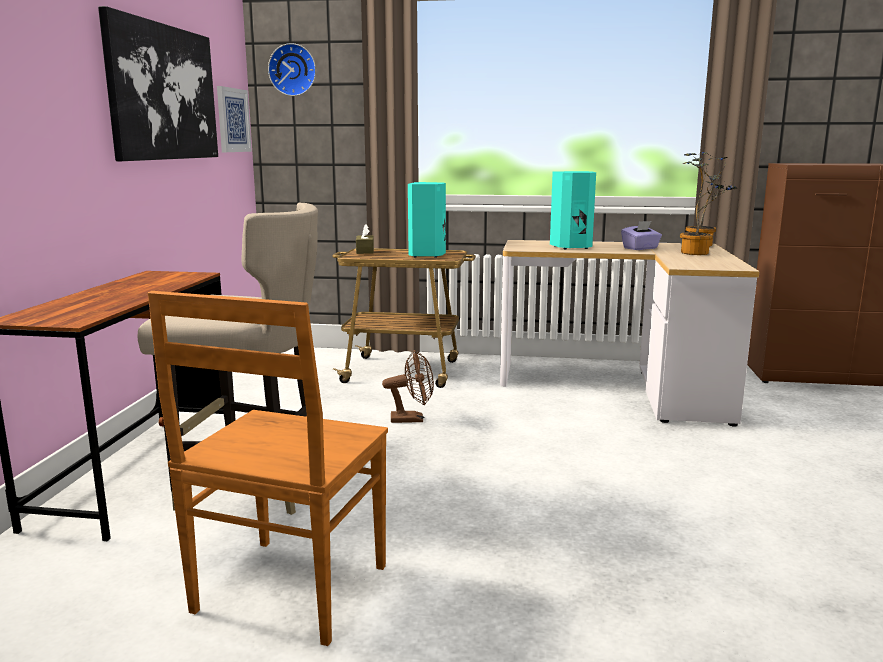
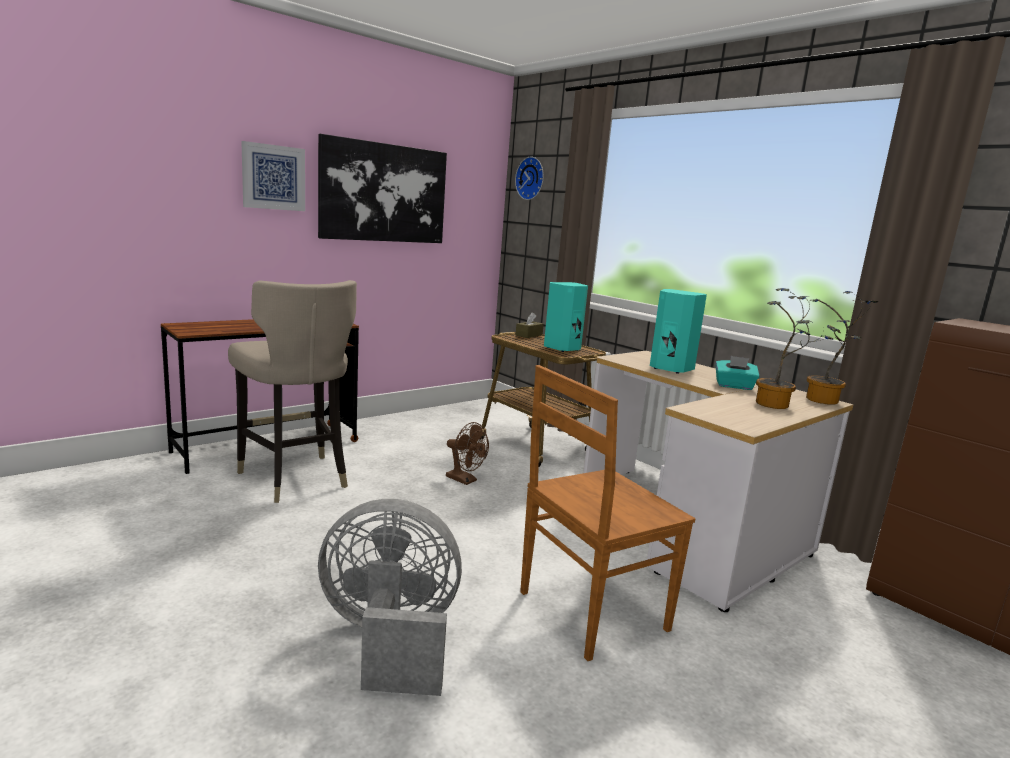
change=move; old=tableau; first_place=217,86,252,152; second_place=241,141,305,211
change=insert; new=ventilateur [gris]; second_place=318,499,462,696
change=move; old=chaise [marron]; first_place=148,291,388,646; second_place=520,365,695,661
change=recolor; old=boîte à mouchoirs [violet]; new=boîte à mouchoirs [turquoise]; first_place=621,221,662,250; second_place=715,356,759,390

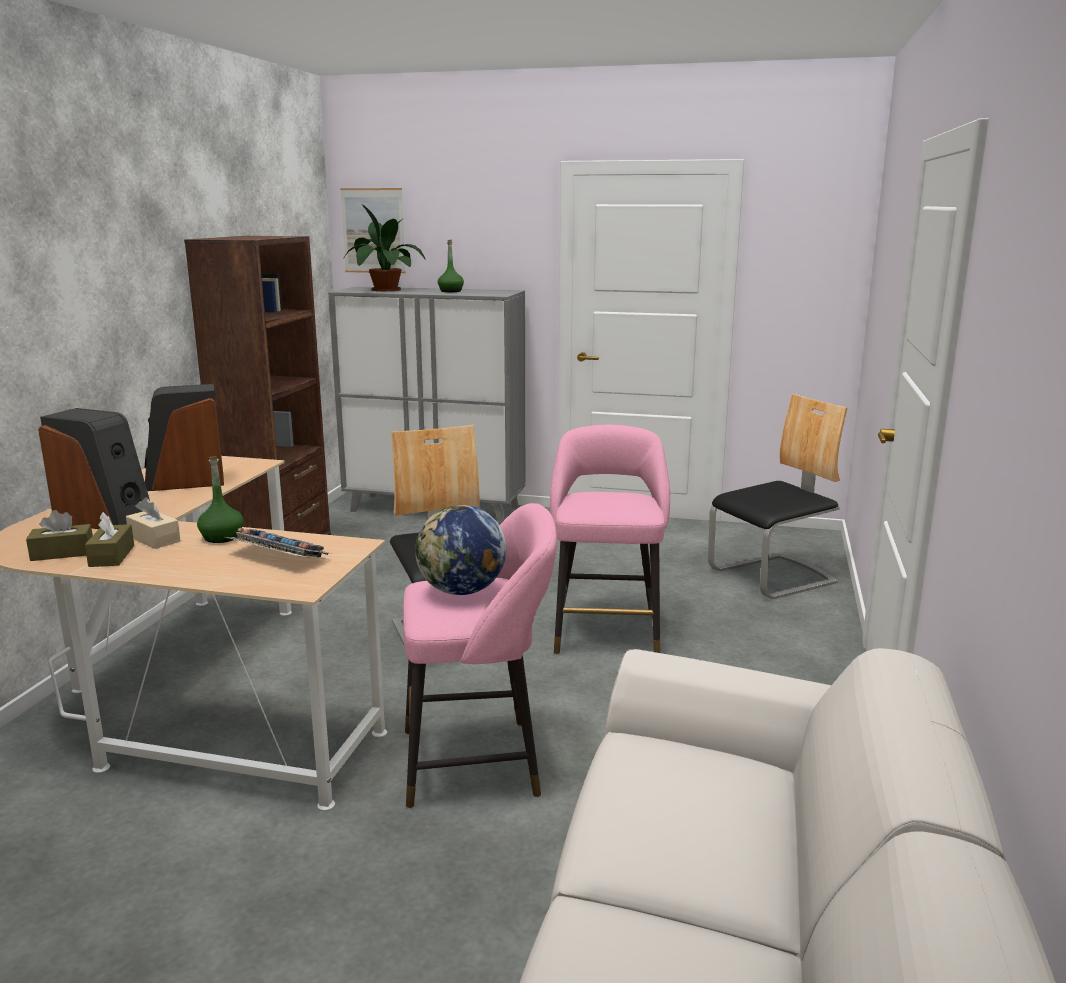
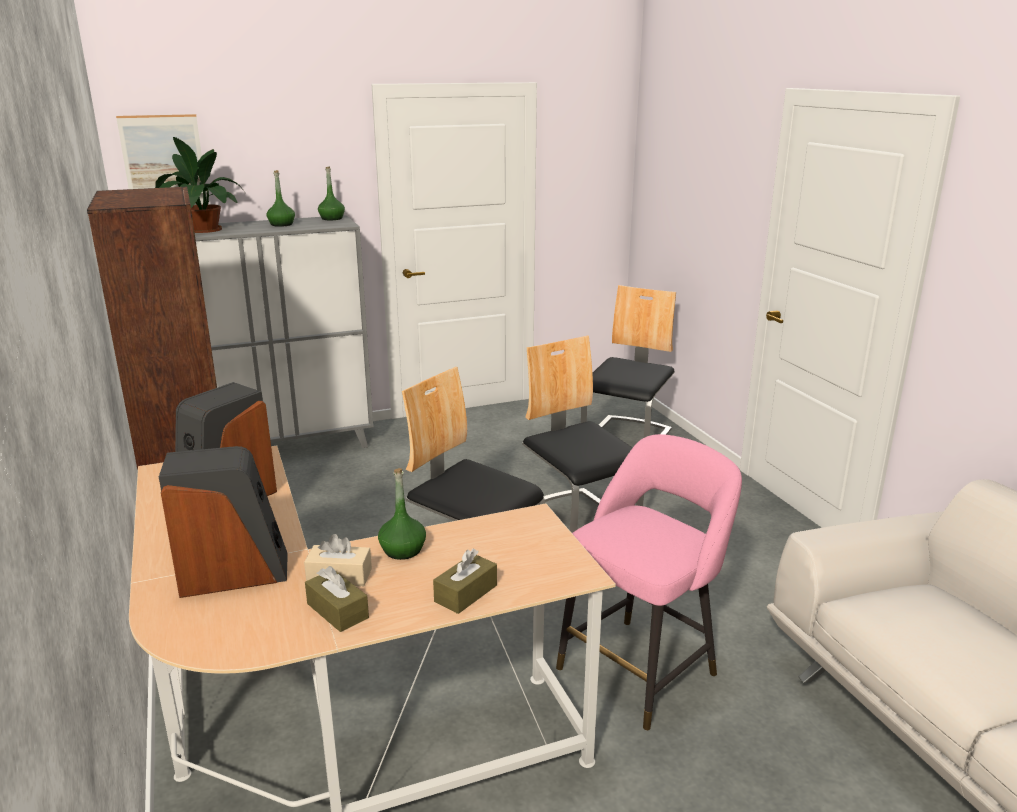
change=insert; new=bouteille [vert]; second_place=318,167,345,220
change=move; old=boîte à mouchoirs [marron]; first_place=26,510,93,561; second_place=433,549,497,614
change=replace; old=tabouret [rose]; new=chaise; first_place=550,425,670,654; second_place=522,336,644,533
change=delete; old=clavier; first_place=226,528,331,560
change=delete; old=globe; first_place=415,505,506,595

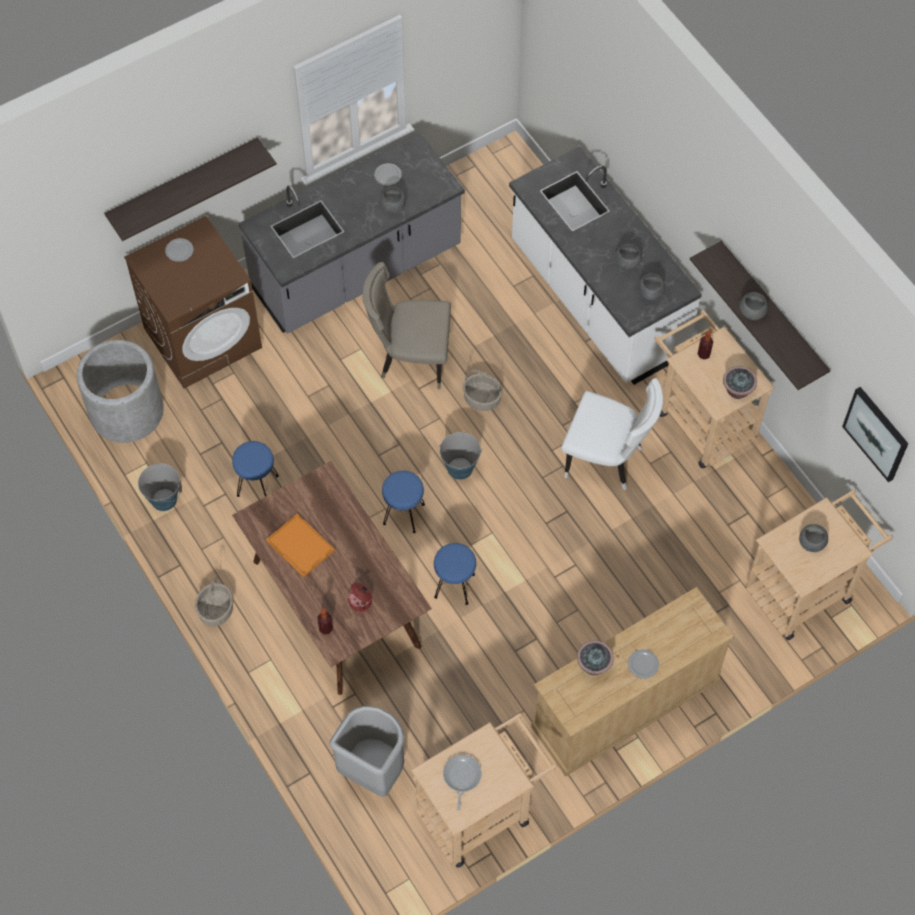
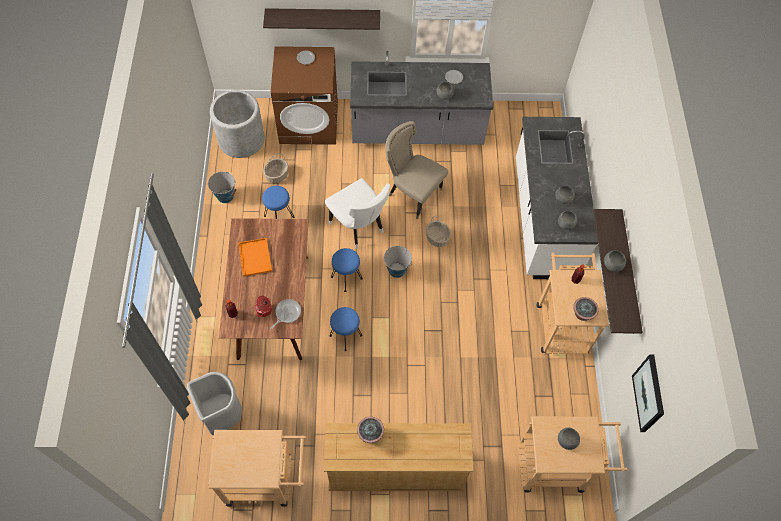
change=move; old=panier; first_place=195,577,233,626; second_place=263,153,288,183
change=move; old=poêle; first_place=443,755,482,811; second_place=270,299,301,330
change=move; old=chaise [blanc]; first_place=561,378,663,490; second_place=325,178,390,249
change=delete; old=assiette; first_place=628,649,659,679

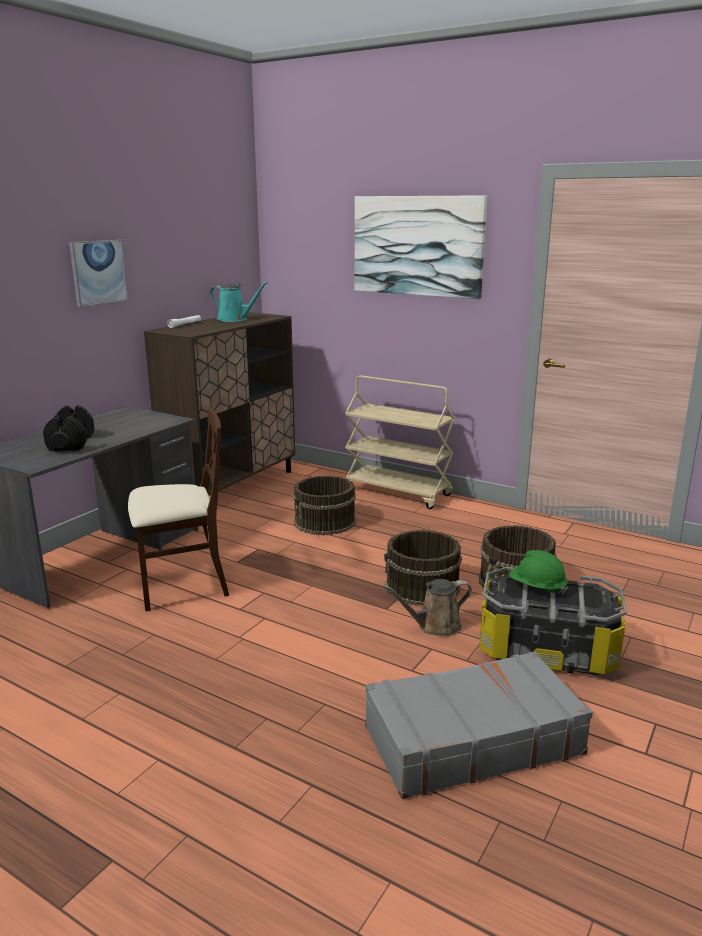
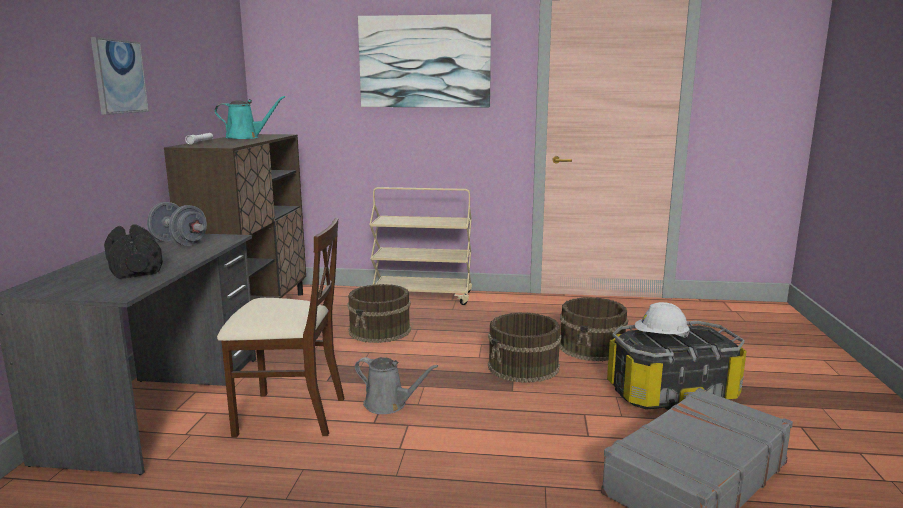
change=insert; new=haltère [gris]; second_place=147,202,207,246
change=rotate; old=chaise [beige]; first_place=128,408,229,611; second_place=217,218,345,438; degrees=45
change=insert; new=arrosoir [gris]; second_place=355,357,438,414
change=recolor; old=casque de chantier [vert]; new=casque de chantier [blanc]; first_place=509,550,568,595; second_place=635,302,690,338
change=delete; old=arrosoir [marron]; first_place=383,579,472,636

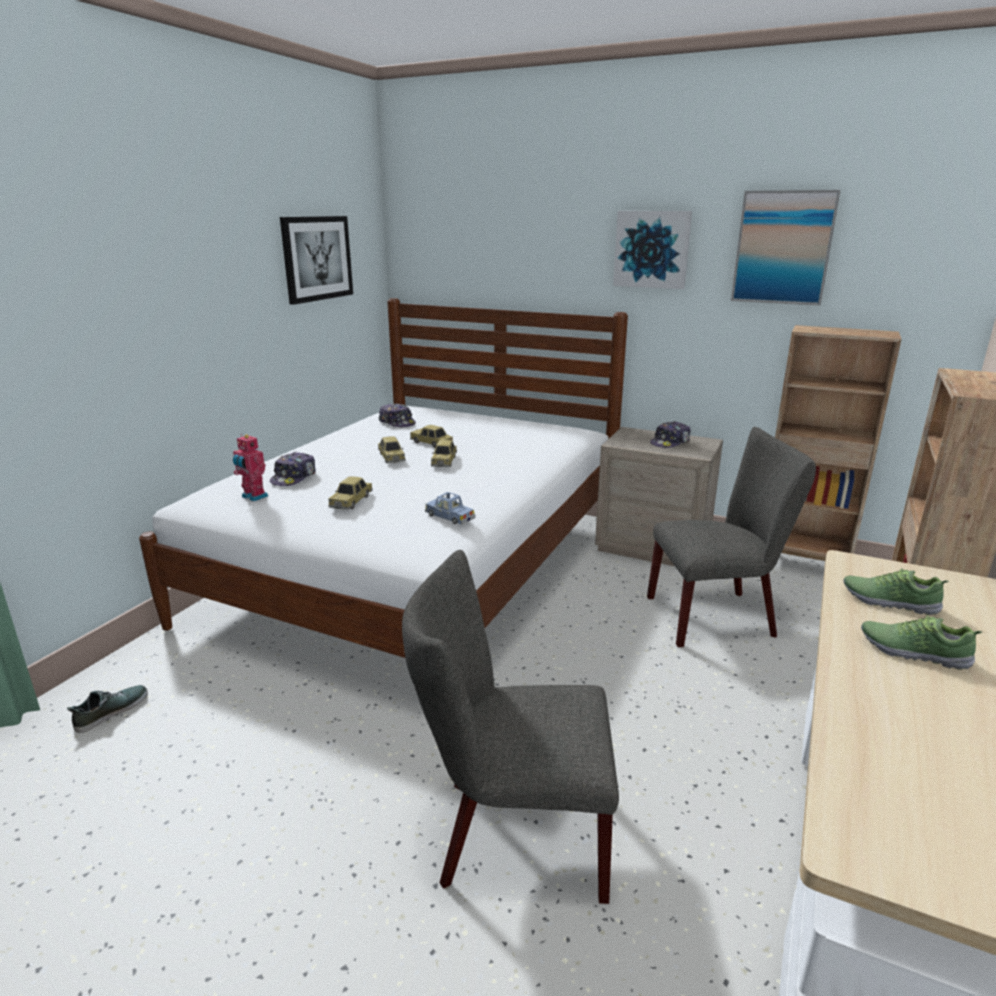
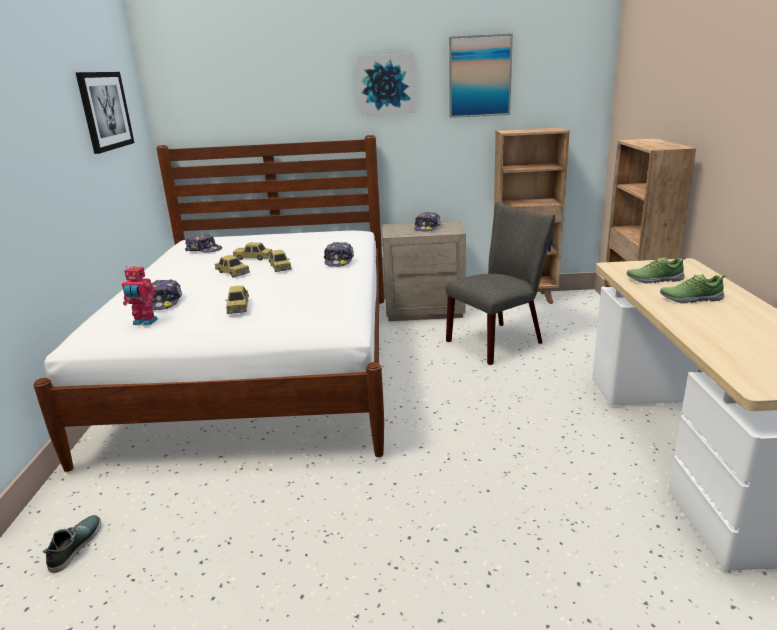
change=insert; new=casquette; second_place=324,242,354,267
change=delete; old=chaise [gris]; first_place=402,550,619,904
change=delete; old=petite voiture [bleu]; first_place=425,492,476,525

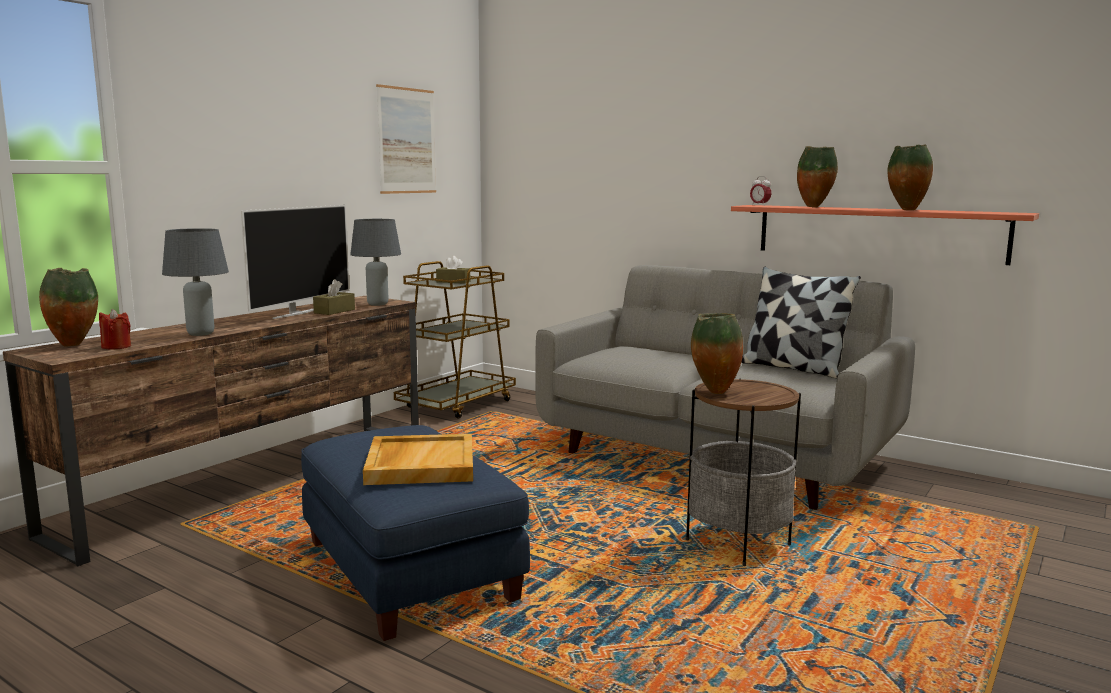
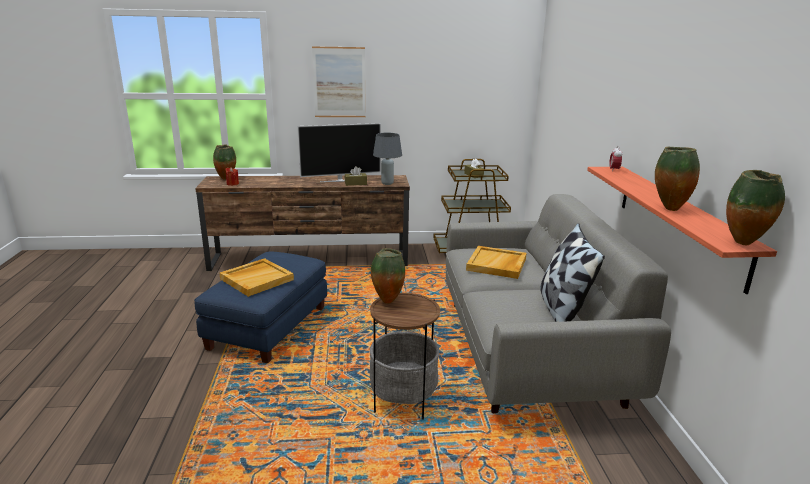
change=move; old=tableau; first_place=376,84,436,194; second_place=312,46,366,117
change=insert; new=plateau [beige]; second_place=466,246,527,279
change=move; old=vase; first_place=797,146,838,208; second_place=726,170,785,245
change=delete; old=lampe de table [gris]; first_place=162,228,229,336

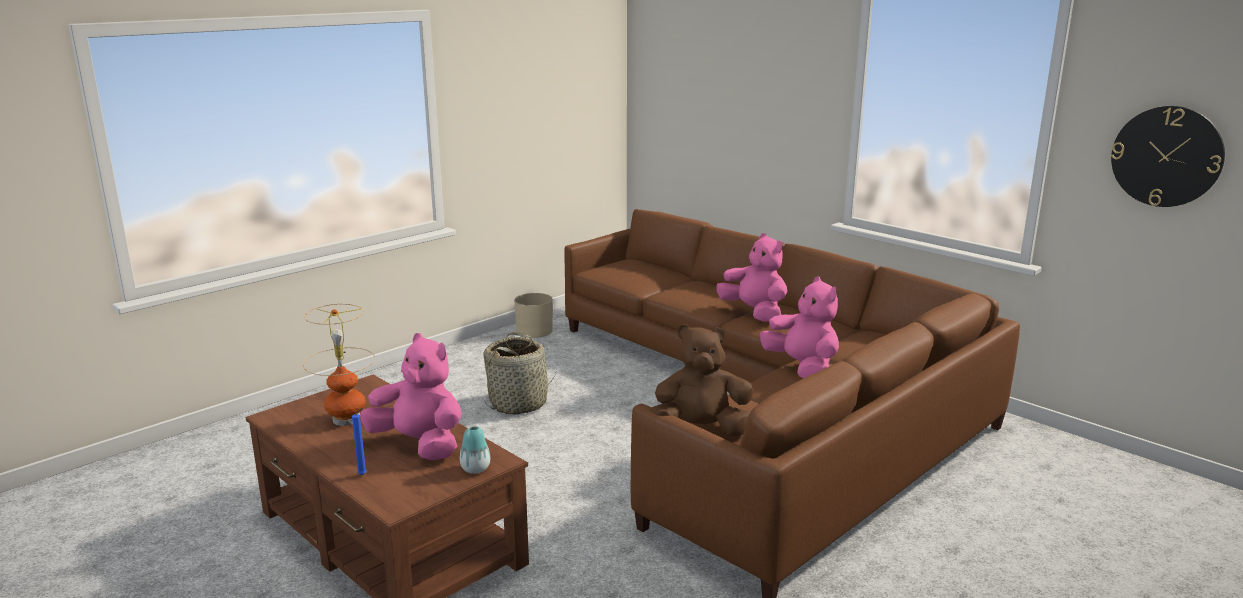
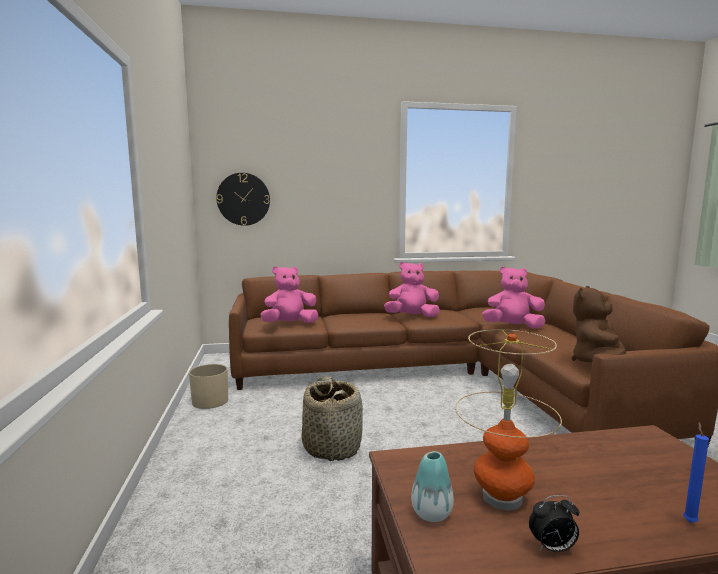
change=move; old=horloge murale; first_place=1111,106,1225,207; second_place=216,173,270,226
change=move; old=peluche [rose]; first_place=360,333,462,460; second_place=260,266,318,323
change=move; old=vase; first_place=460,426,490,474; second_place=411,451,454,522
change=insert; new=réveil; second_place=529,495,579,552

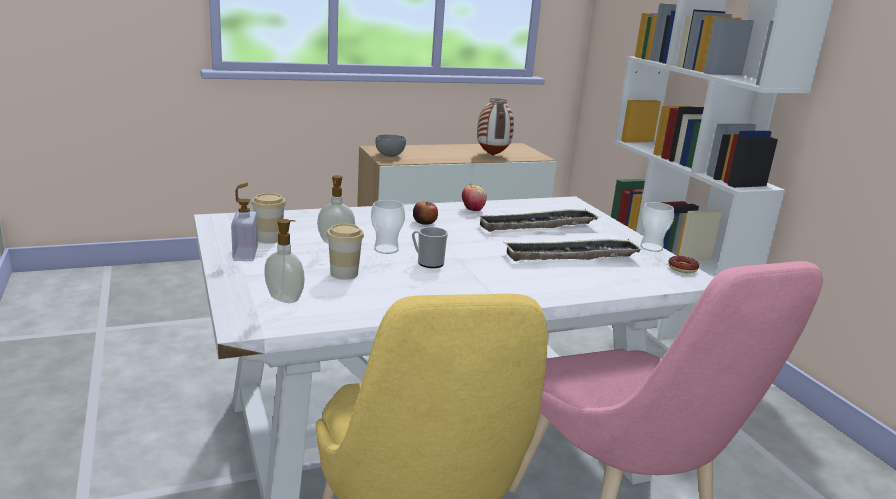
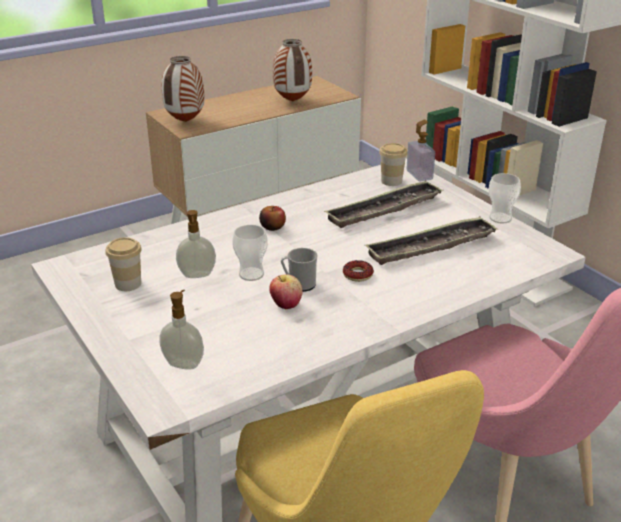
change=replace; old=bol [gris]; new=vase; first_place=375,134,406,157; second_place=161,56,204,122
change=move; old=pomme; first_place=462,183,487,211; second_place=269,274,302,309
change=move; old=beignet; first_place=668,256,699,273; second_place=343,260,374,282
change=move; old=tasse; first_place=327,224,364,280; second_place=379,143,408,186
change=move; old=distributeur de savon; first_place=231,183,258,261; second_place=406,119,435,182

